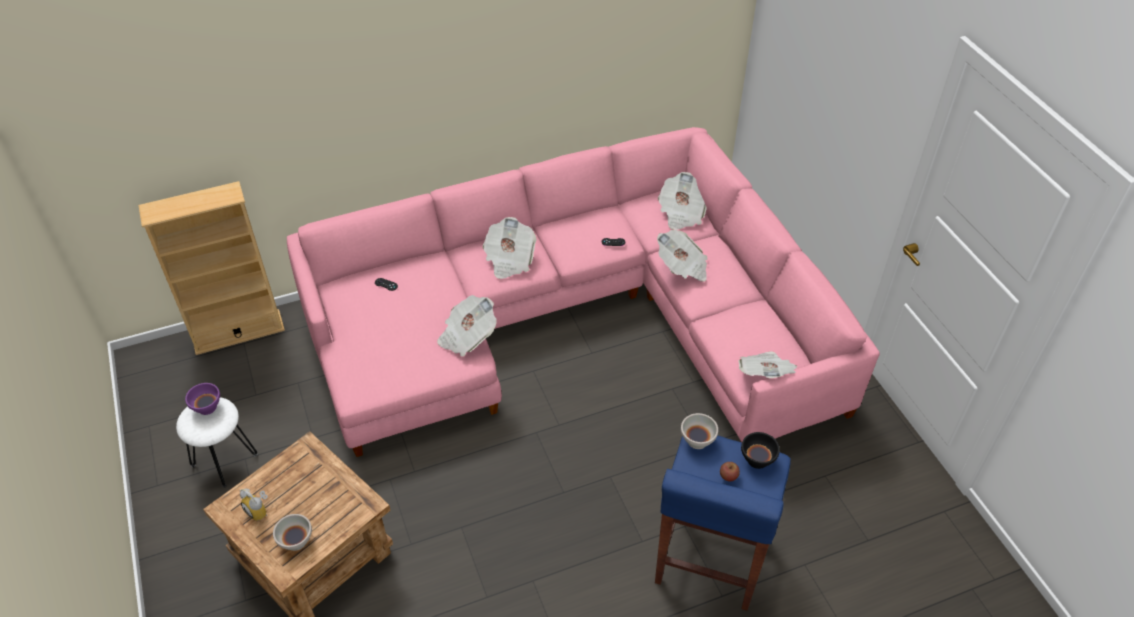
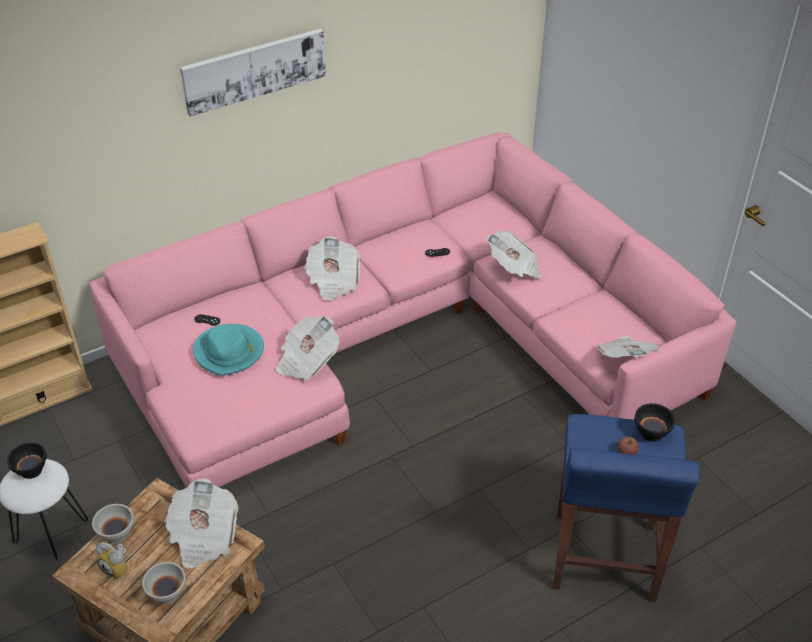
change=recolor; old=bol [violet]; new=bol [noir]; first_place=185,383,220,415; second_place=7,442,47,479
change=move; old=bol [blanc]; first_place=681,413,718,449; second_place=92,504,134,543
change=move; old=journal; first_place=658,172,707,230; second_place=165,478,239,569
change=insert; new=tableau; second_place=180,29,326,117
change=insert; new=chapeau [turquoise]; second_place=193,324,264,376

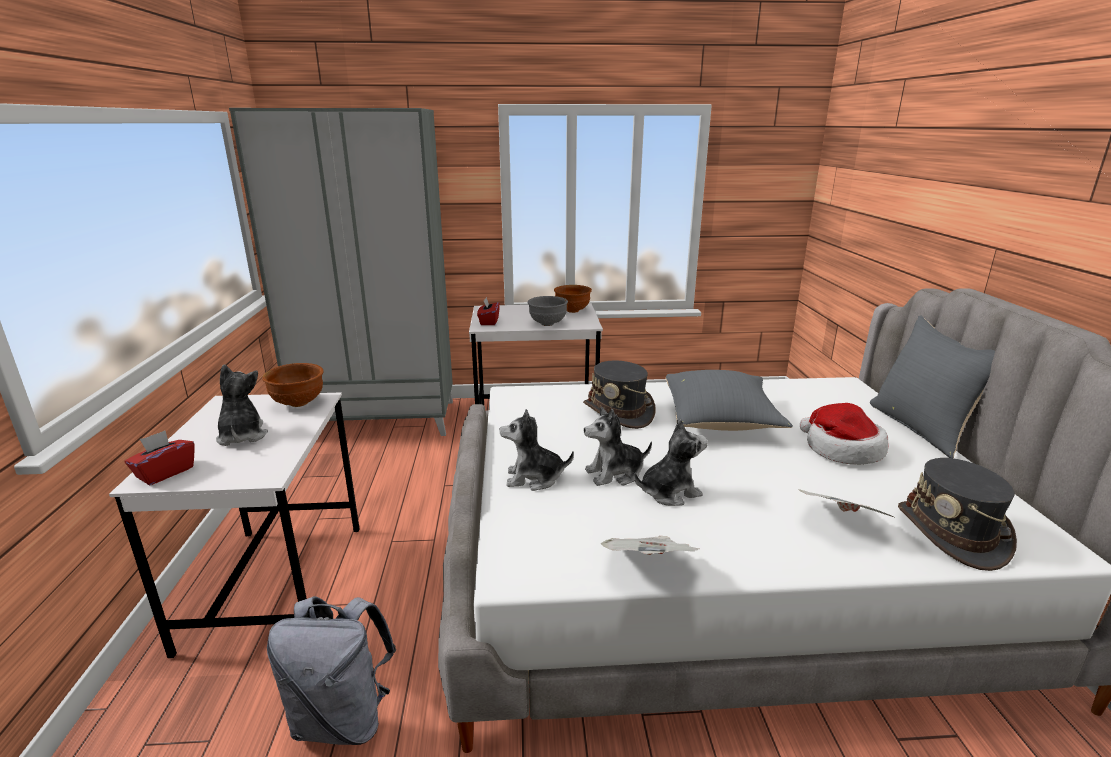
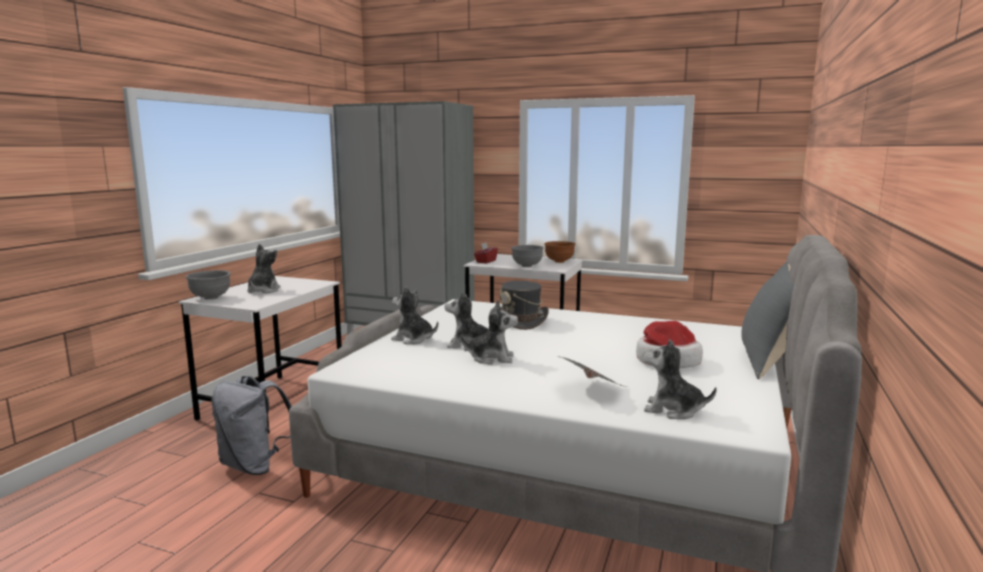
change=replace; old=boîte à mouchoirs [rouge]; new=bol [gris]; first_place=125,431,195,486; second_place=186,270,231,300
change=replace; old=chapeau [gris]; new=peluche; first_place=898,458,1017,571; second_place=643,339,717,419
change=delete; old=bol [marron]; first_place=262,363,324,407
change=delete; old=journal; first_place=600,536,699,555
change=delete; old=coussin [gris]; first_place=666,370,793,431

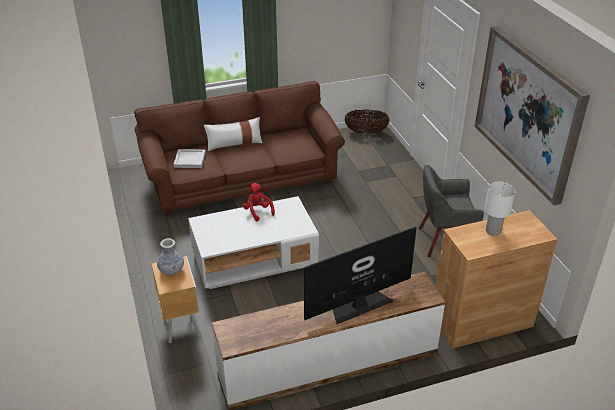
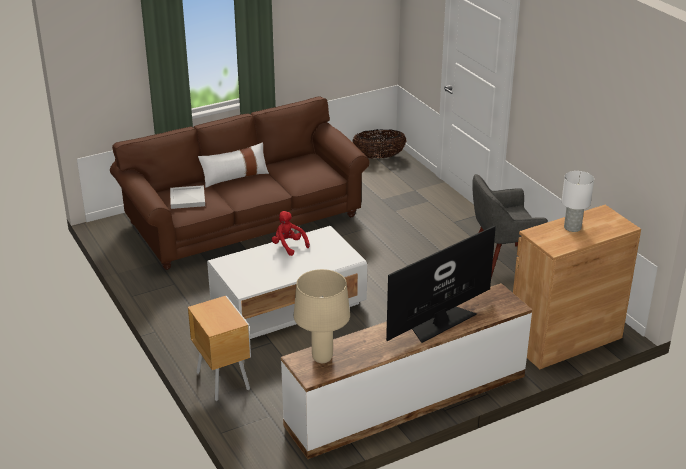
change=insert; new=lampe de table [beige]; second_place=294,269,350,363
change=delete; old=vase; first_place=157,238,184,275
change=delete; old=tableau; first_place=475,26,590,206

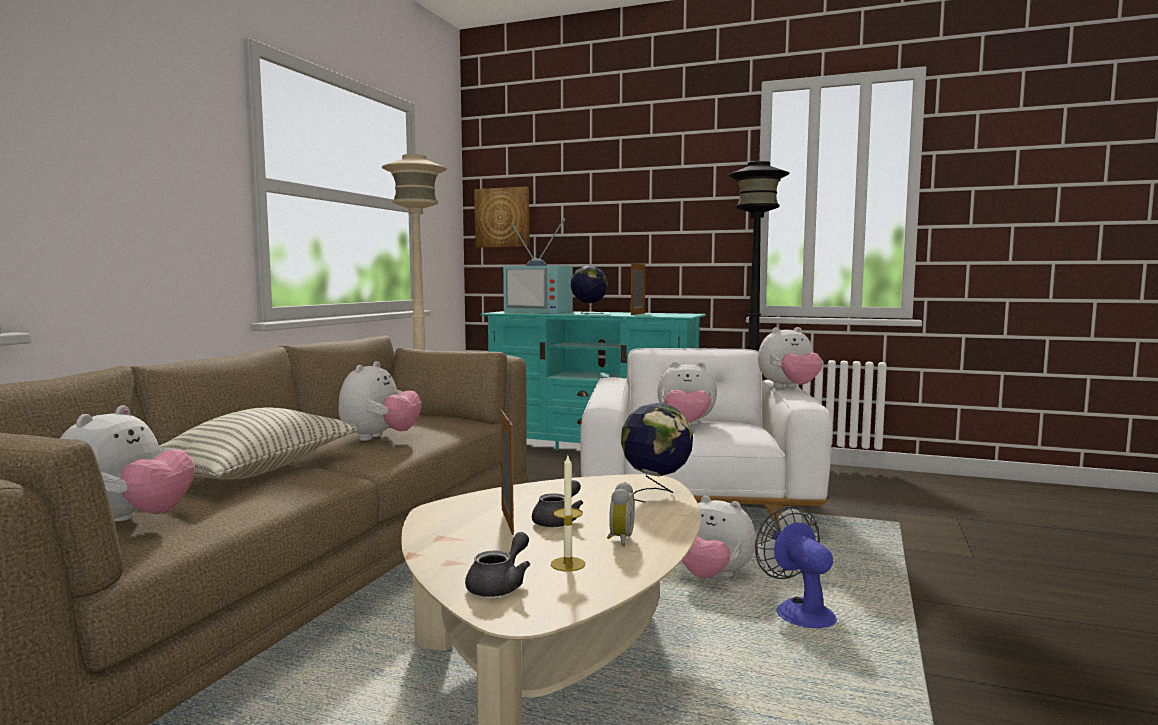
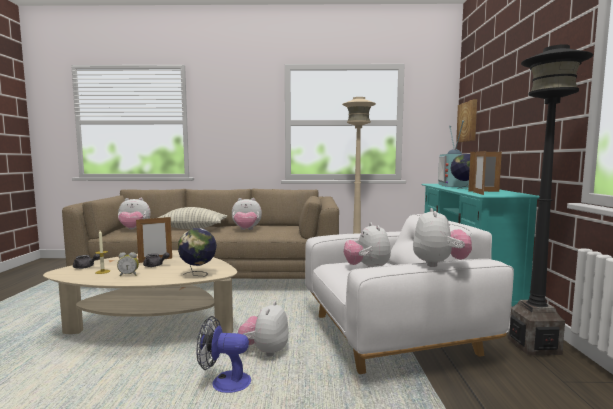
change=rotate; old=ventilateur; first_place=755,506,837,628; second_place=197,316,251,393; degrees=-135
change=rotate; old=peluche; first_place=758,327,823,388; second_place=413,208,472,267; degrees=-135
change=insert; new=cadre photo; second_place=473,150,486,195

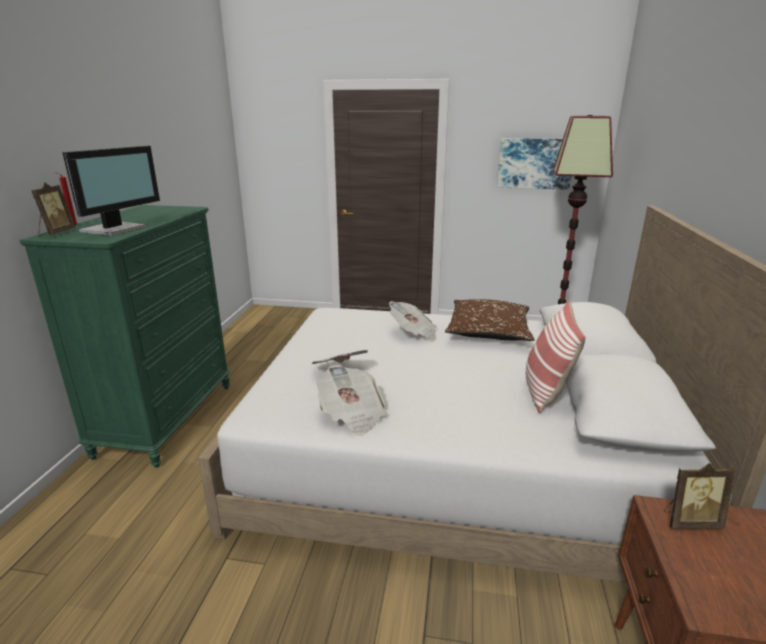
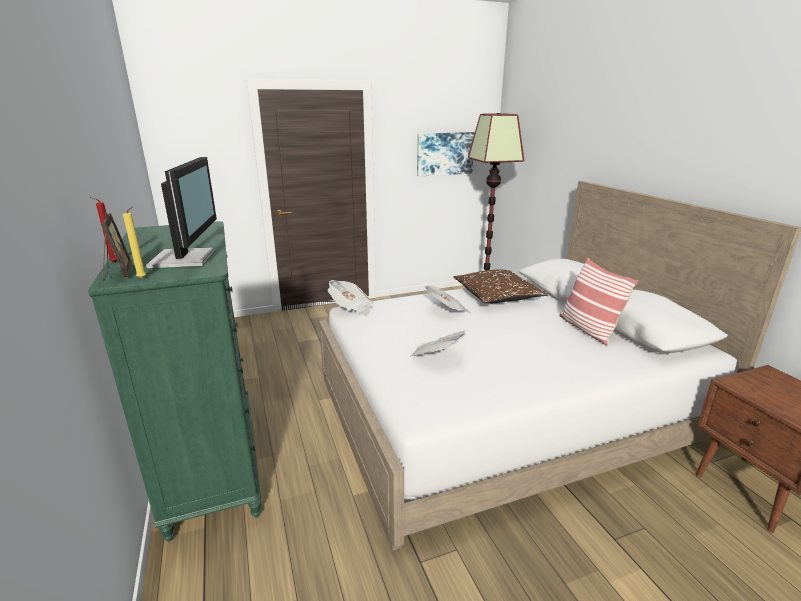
change=insert; new=bougie [jaune]; second_place=123,206,146,278
change=move; old=journal; first_place=316,365,387,436; second_place=328,280,373,315
change=delete; old=cadre photo; first_place=664,463,735,529

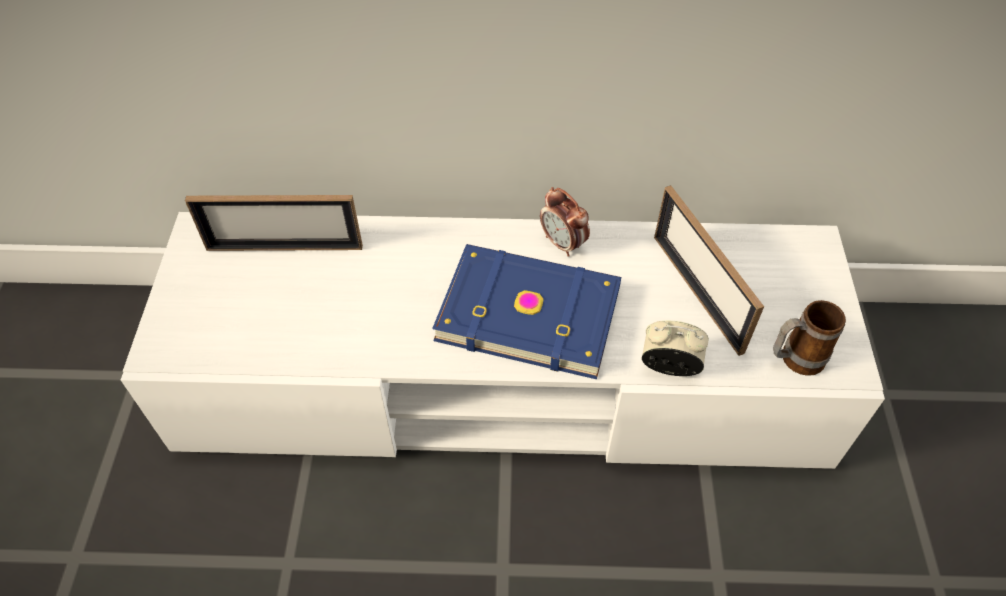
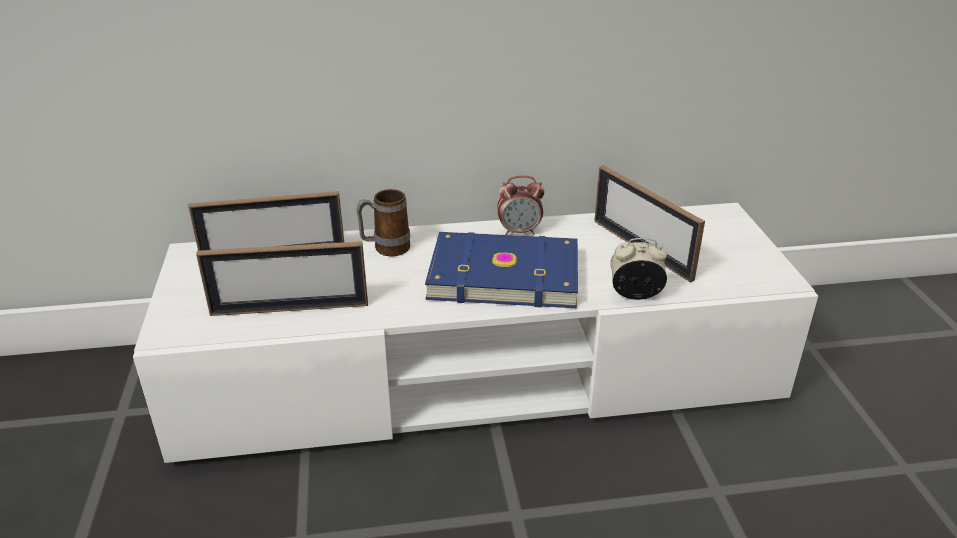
change=insert; new=cadre photo; second_place=196,241,368,316
change=move; old=mug; first_place=773,300,846,376; second_place=356,189,410,256
change=rotate; old=réveil; first_place=540,187,590,257; second_place=497,175,545,235; degrees=-45

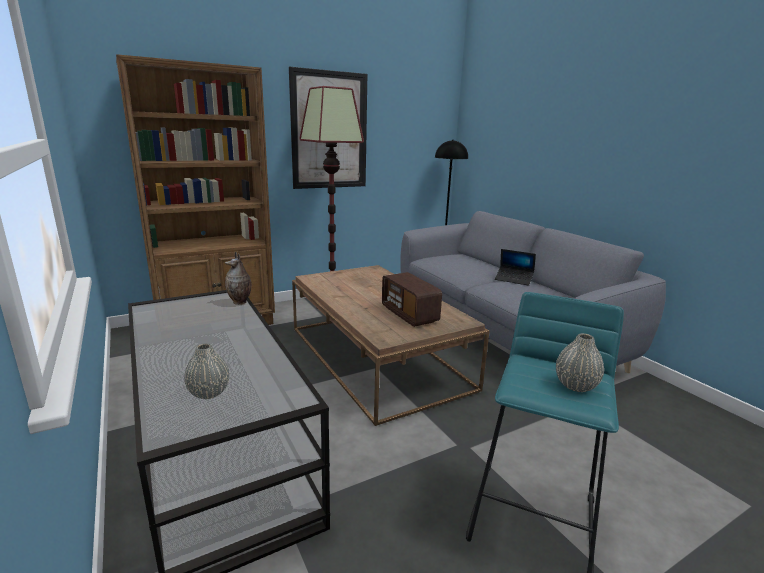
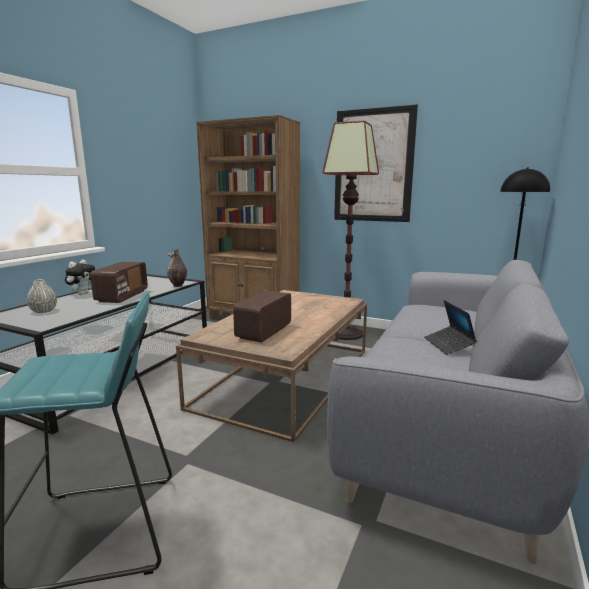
change=insert; new=peluche; second_place=65,259,95,295
change=insert; new=radio; second_place=90,262,148,303
change=delete; old=vase [gris]; first_place=556,333,604,392

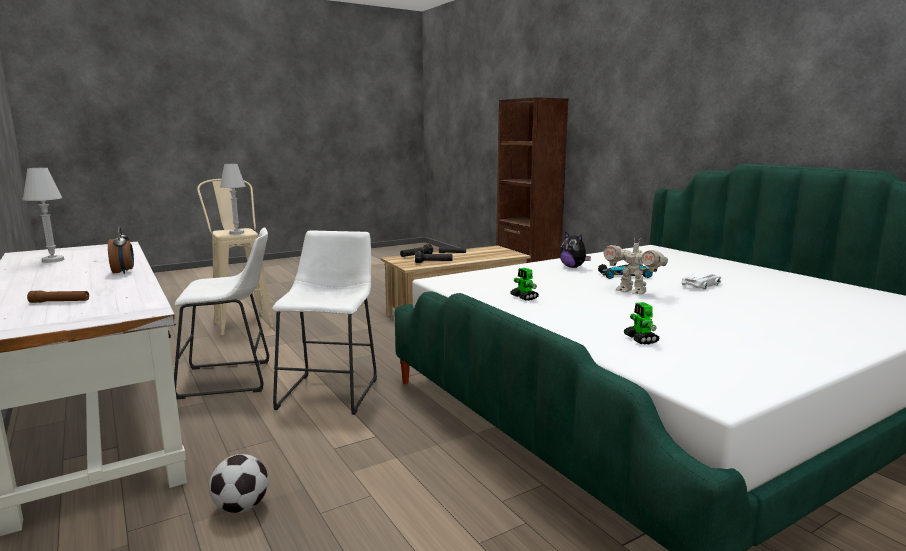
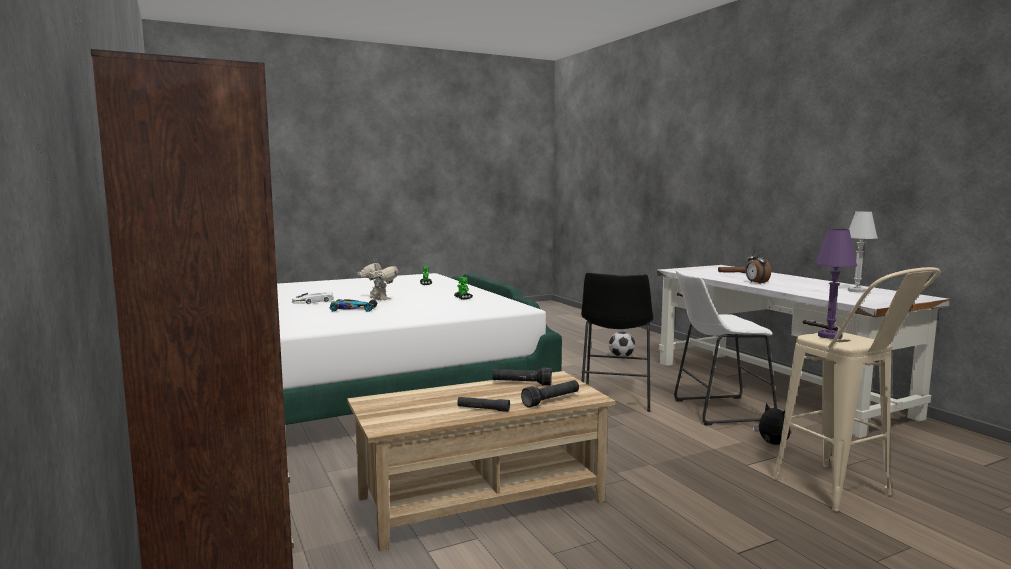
change=recolor; old=tabouret [blanc]; new=tabouret [noir]; first_place=272,231,377,415; second_place=581,273,653,412
change=move; old=peluche; first_place=560,232,591,268; second_place=753,403,791,445
change=recolor; old=lampe de table [blanc]; new=lampe de table [violet]; first_place=220,164,246,234; second_place=815,229,857,339

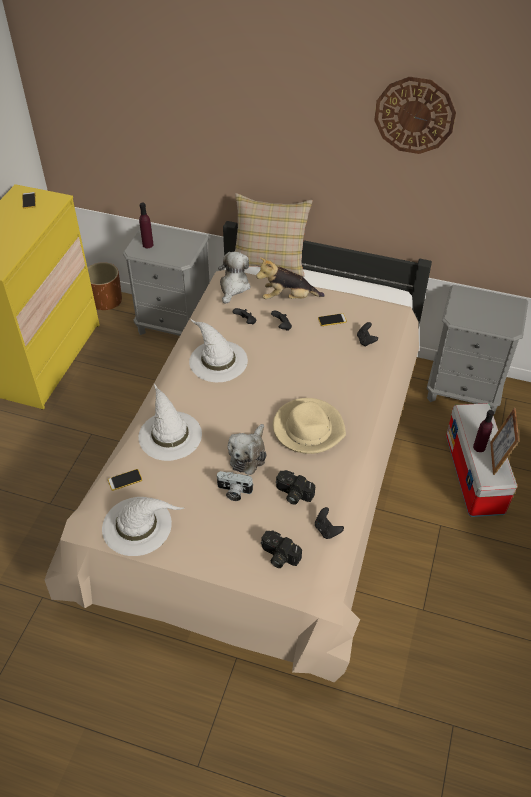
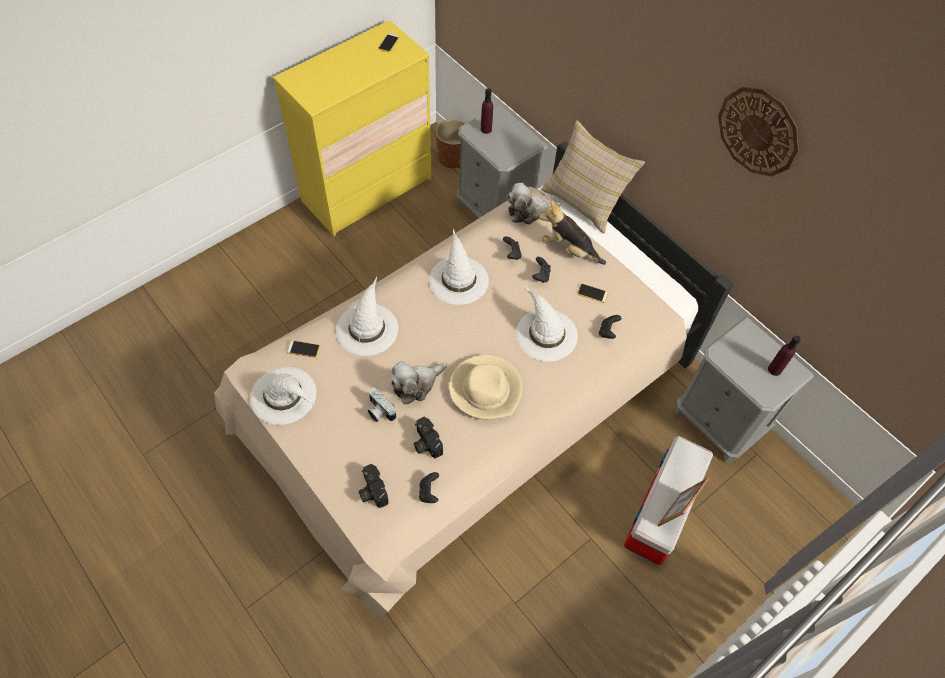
change=rotate; old=peluche; first_place=218,252,251,304; second_place=507,183,560,225; degrees=-150
change=insert; new=chapeau [blanc]; second_place=516,286,578,361
change=move; old=bouteille [violet]; first_place=473,410,494,452; second_place=768,335,800,376

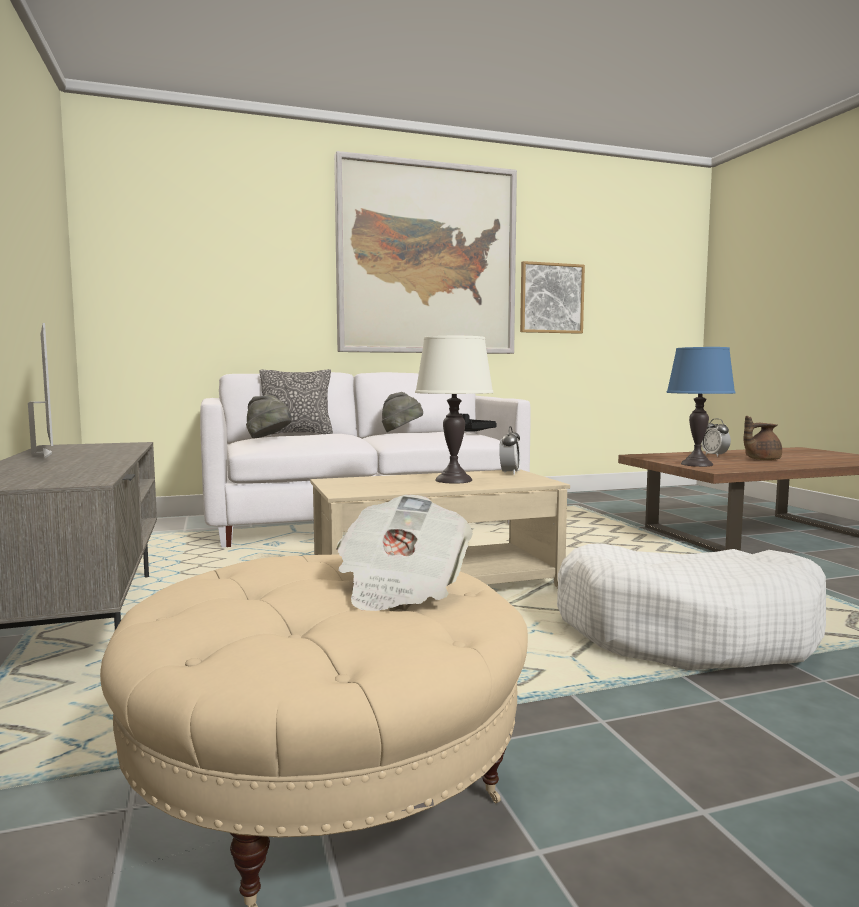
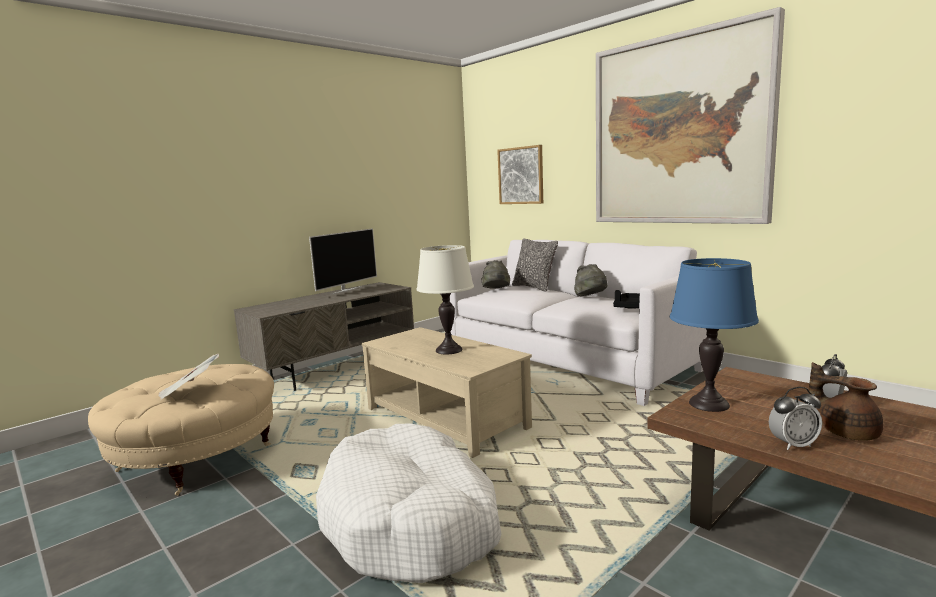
change=move; old=tableau; first_place=520,261,585,334; second_place=497,145,543,204
change=move; old=réveil; first_place=499,426,520,475; second_place=769,387,822,450

